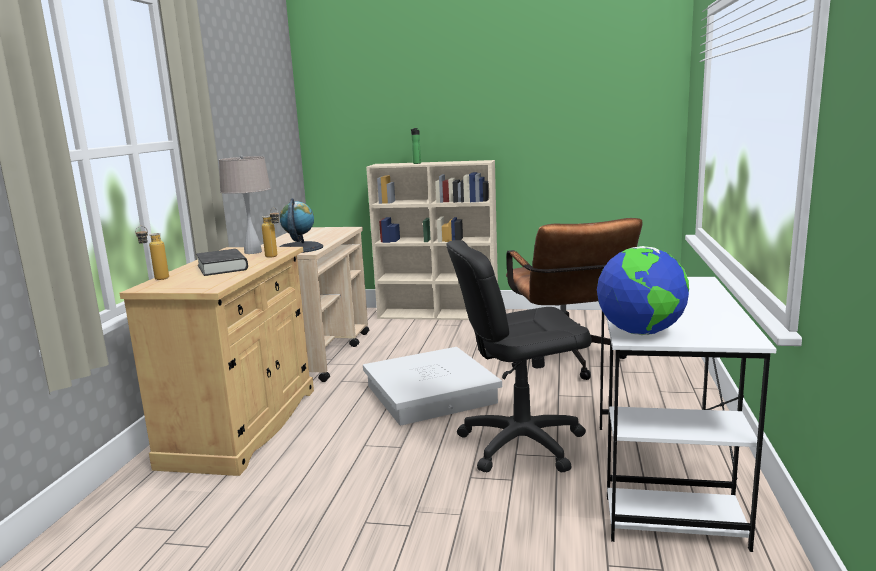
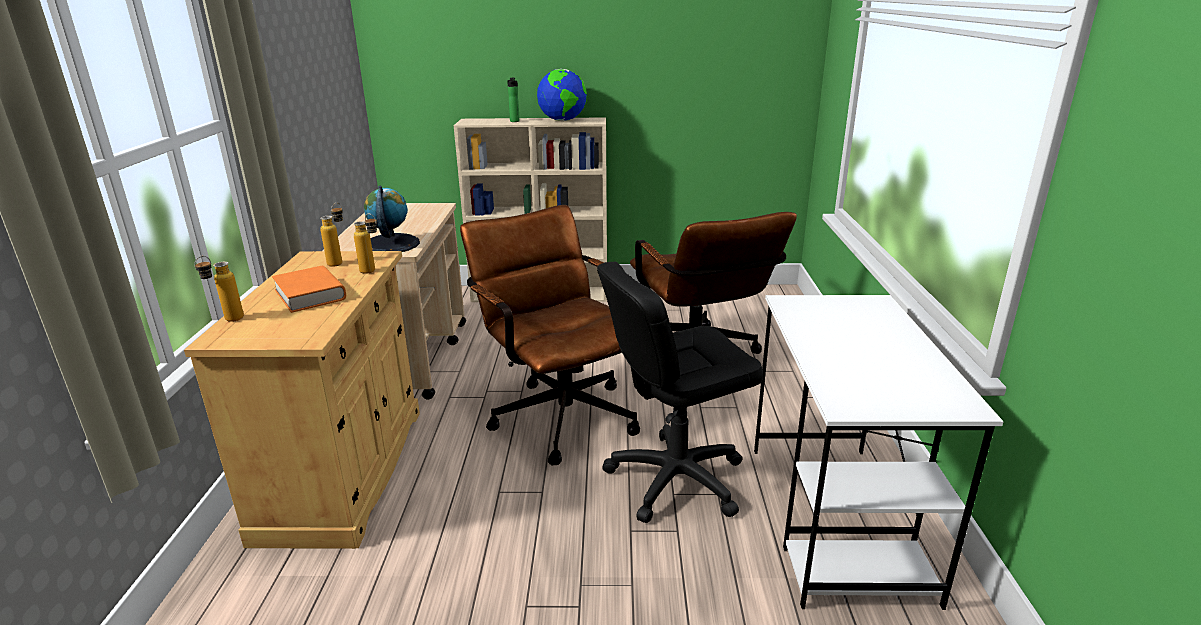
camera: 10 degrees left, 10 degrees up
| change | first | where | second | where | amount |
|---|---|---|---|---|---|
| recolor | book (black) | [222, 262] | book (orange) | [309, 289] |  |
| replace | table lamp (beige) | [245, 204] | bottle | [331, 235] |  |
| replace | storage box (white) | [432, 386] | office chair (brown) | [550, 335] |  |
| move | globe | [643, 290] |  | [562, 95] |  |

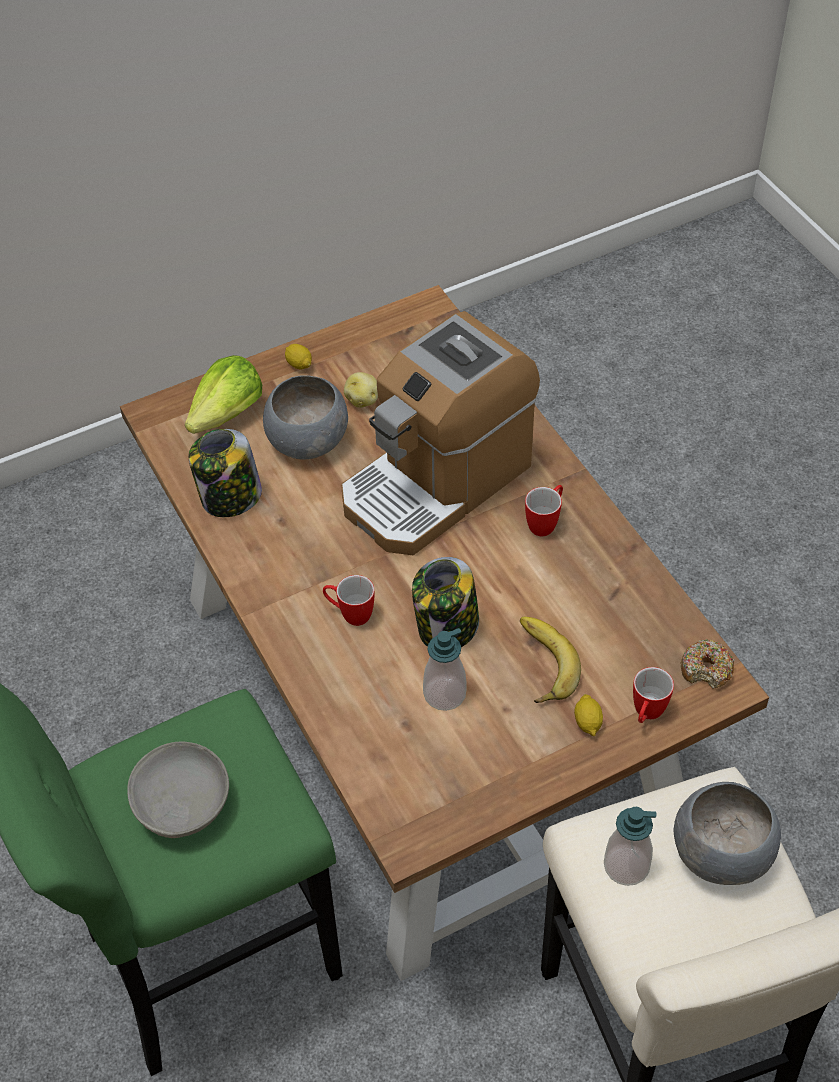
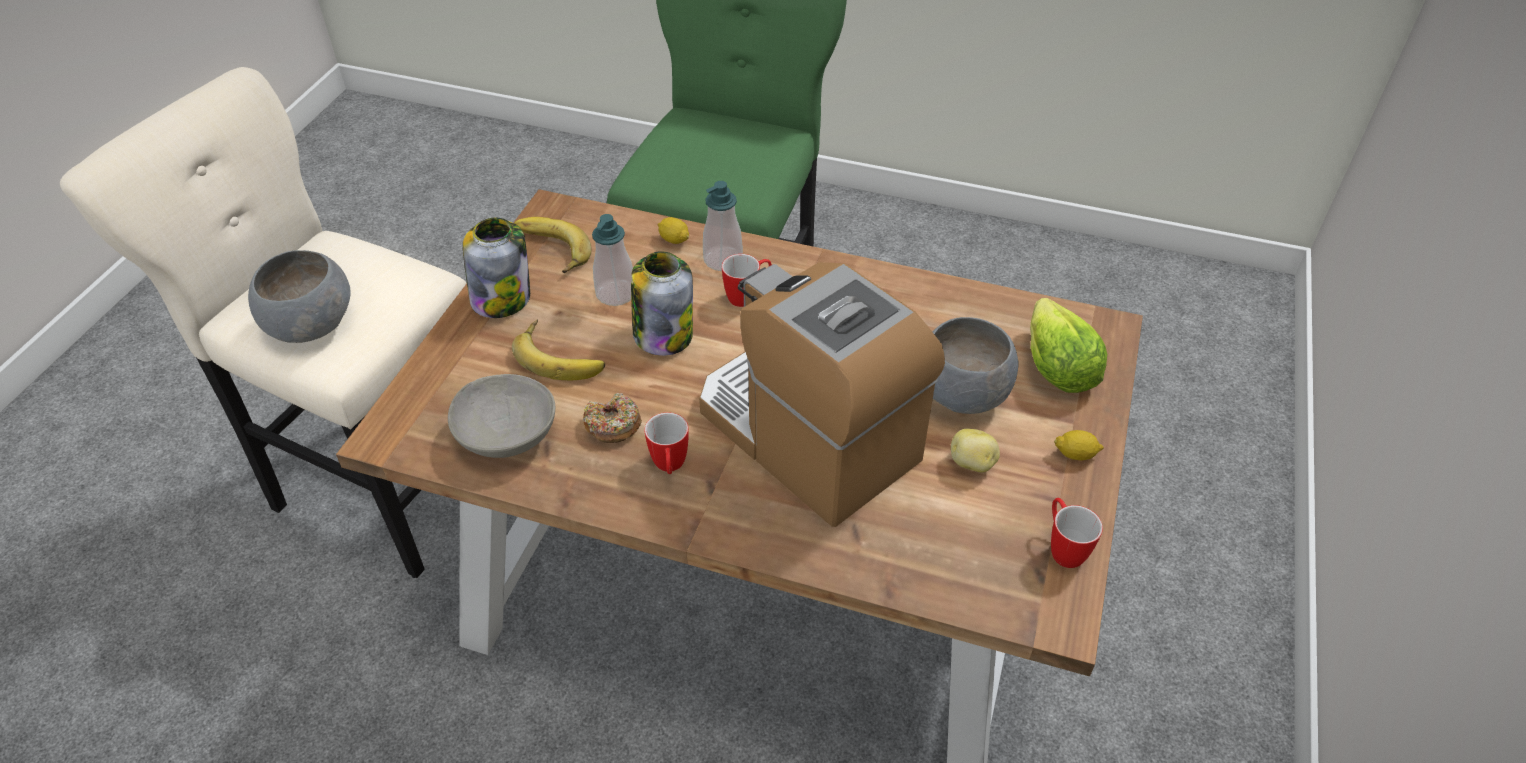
camera: 135 degrees right, 5 degrees down
| change | first | where | second | where | amount |
|---|---|---|---|---|---|
| move | bowl (grey) | [178, 790] |  | [501, 416] |  |
| move | jar | [225, 473] |  | [496, 268] |  |
| insert |  |  | banana | [553, 245] |  |
| move | donut | [707, 664] |  | [612, 418] |  |
| move | lemon | [588, 715] |  | [673, 230] |  |
| rotate | coffee machine | [440, 433] |  | [822, 394] | 45 degrees counterclockwise |
| move | soap dispenser | [630, 846] |  | [723, 226] |  |
| move | mug | [653, 695] |  | [1077, 533] |  |

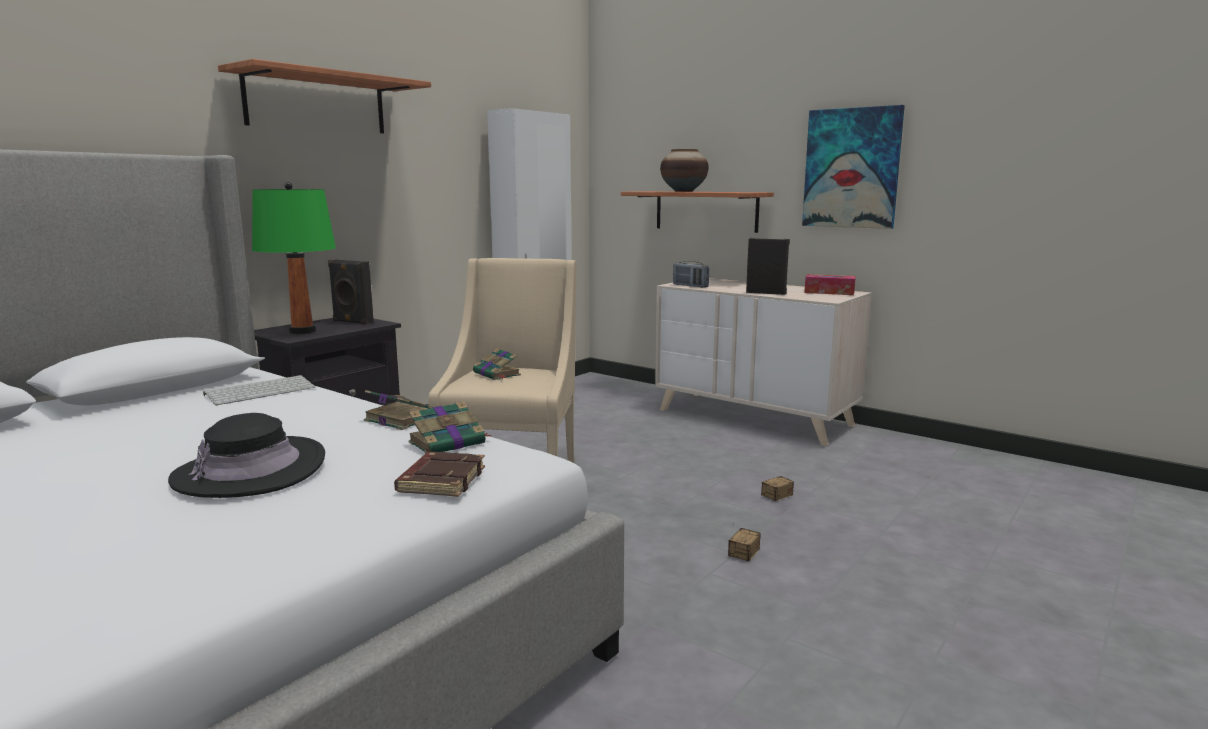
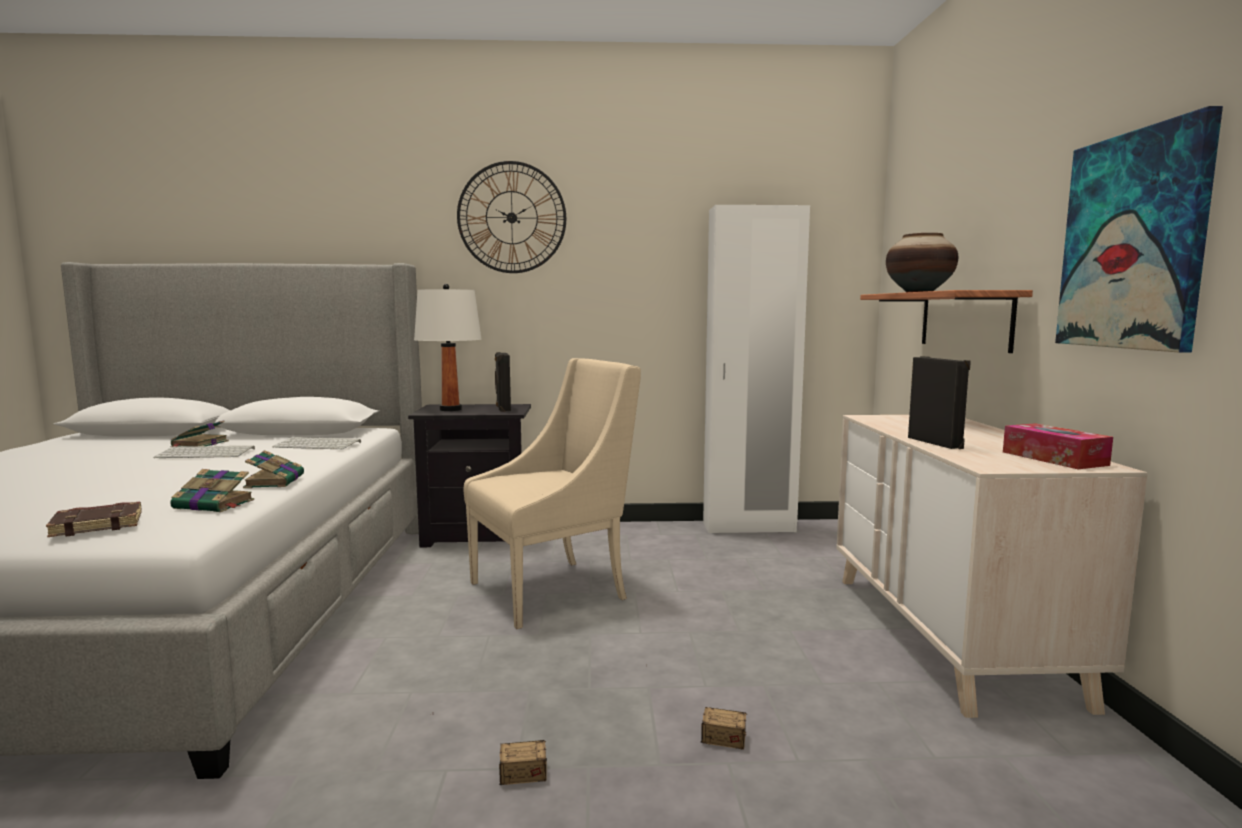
camera: 50 degrees right, 5 degrees down
| change | first | where | second | where | amount |
|---|---|---|---|---|---|
| insert |  |  | keyboard | [204, 452] |  |
| move | book | [497, 364] |  | [199, 434] |  |
| recolor | table lamp (green) | [294, 258] | table lamp (white) | [447, 347] |  |
| replace | shelf | [324, 96] | wall clock | [511, 217] |  |
| delete | hat (black) | [246, 455] |  |  |  |
| delete | radio | [691, 274] |  |  |  |

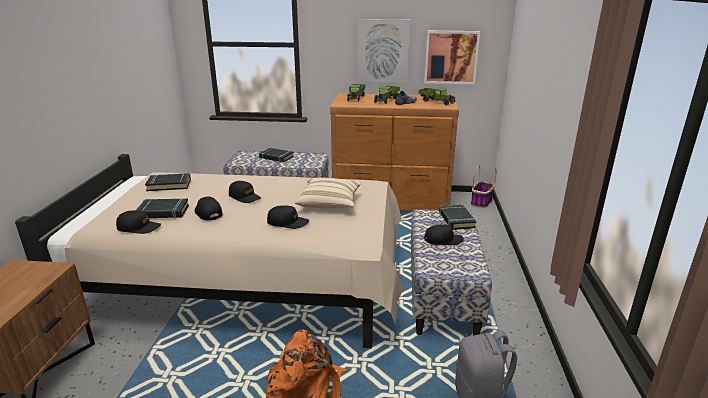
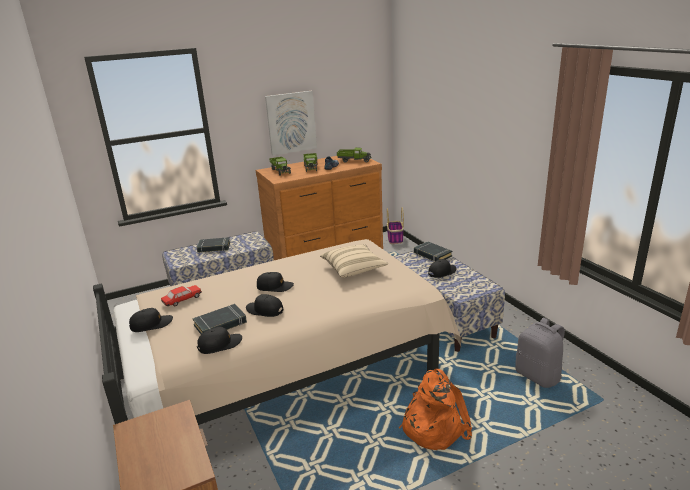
camera: 30 degrees left, 0 degrees up
| change | first | where | second | where | amount |
|---|---|---|---|---|---|
| move | cap (black) | [288, 217] |  | [151, 320] |  |
| replace | book (black) | [168, 182] | toy car | [181, 295] |  |
| delete | picture | [452, 57] |  |  |  |

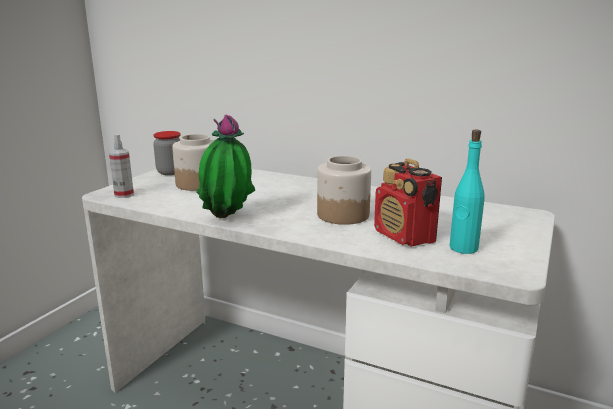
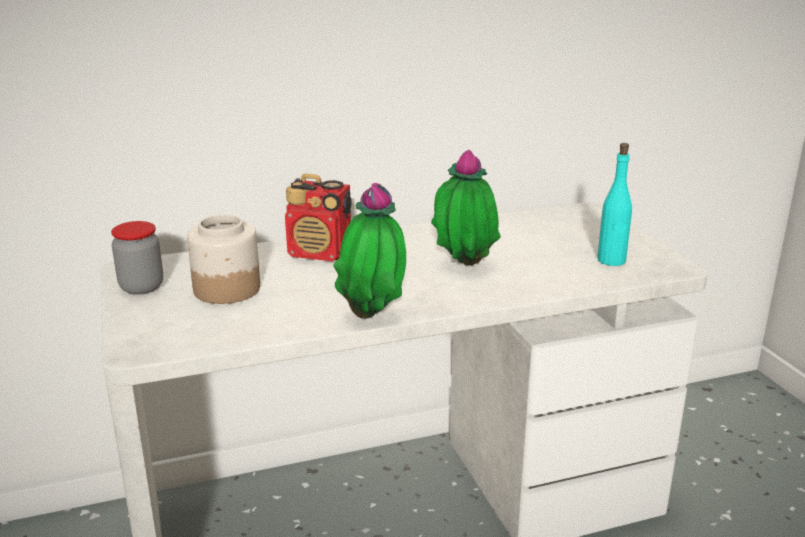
camera: 45 degrees left, 5 degrees up
| change | first | where | second | where | amount |
|---|---|---|---|---|---|
| move | radio | [408, 202] |  | [318, 217] |  |
| replace | jar | [344, 190] | potted plant | [466, 207] |  |
| delete | spray bottle | [121, 166] |  |  |  |

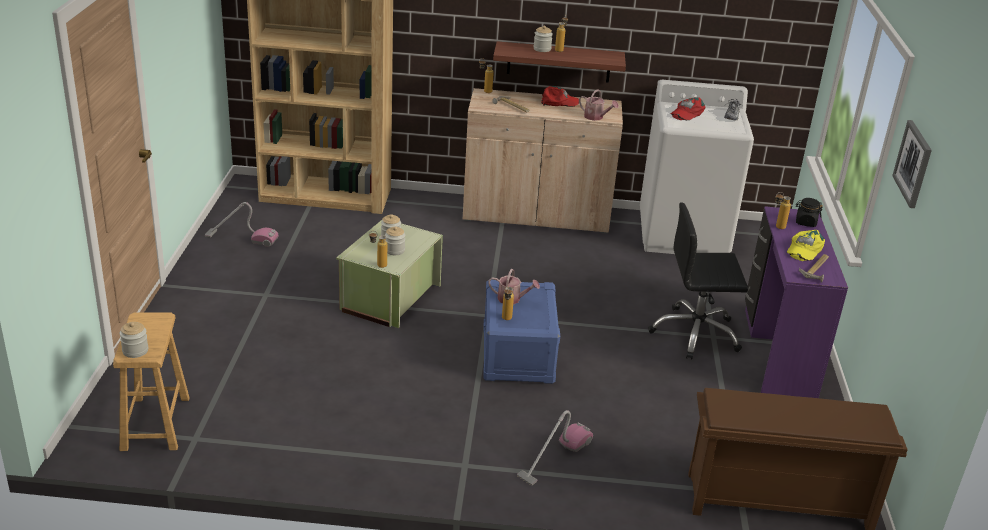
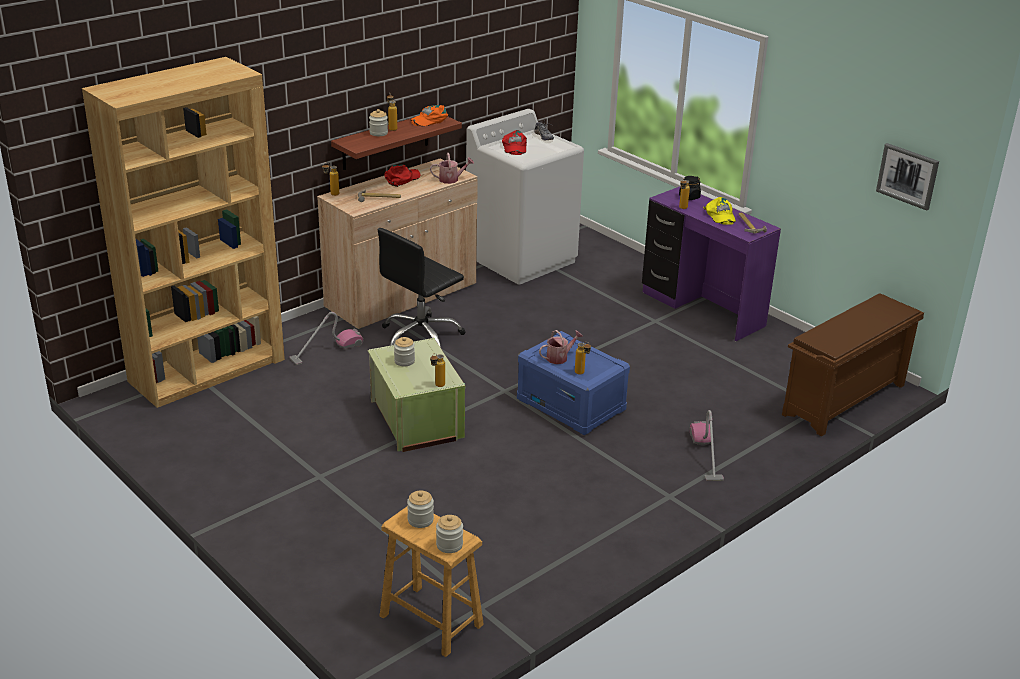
camera: 45 degrees left, 0 degrees up
| change | first | where | second | where | amount |
|---|---|---|---|---|---|
| move | vacuum cleaner | [242, 224] |  | [326, 338] |  |
| move | office chair (black) | [698, 281] |  | [421, 288] |  |
| move | jar | [395, 240] |  | [420, 509] |  |
| insert |  |  | cap (orange) | [429, 115] |  |
| move | picture | [912, 164] |  | [907, 177] |  |

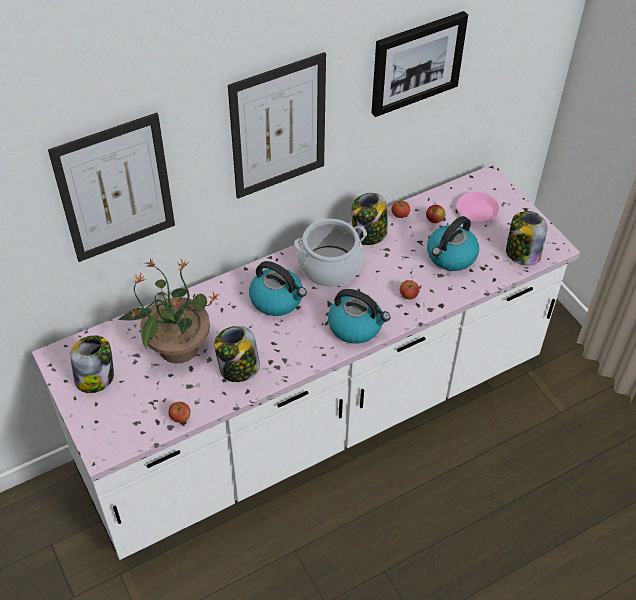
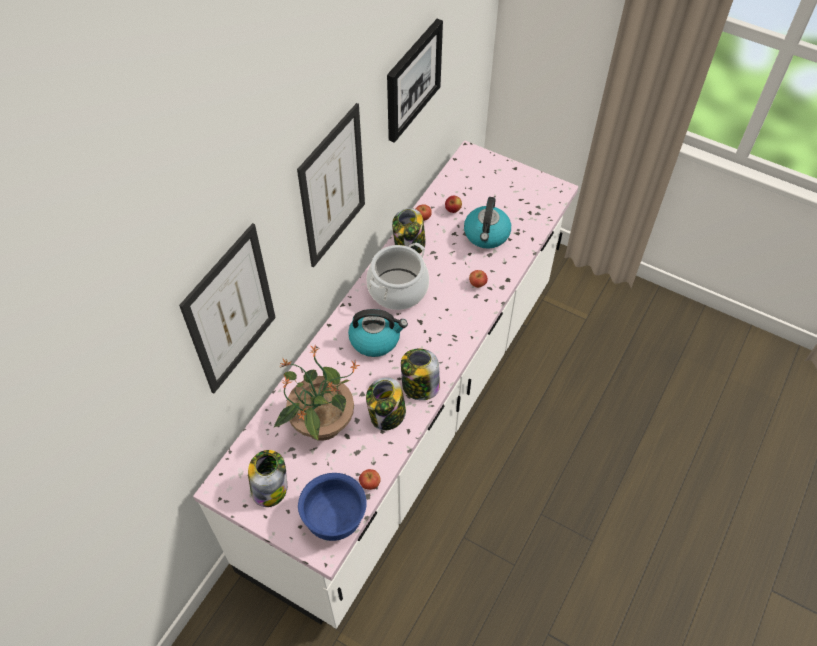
camera: 30 degrees left, 5 degrees up
| change | first | where | second | where | amount |
|---|---|---|---|---|---|
| insert |  |  | bowl (blue) | [332, 507] |  |
| move | jar | [526, 238] |  | [420, 374] |  |
| delete | kettle | [359, 316] |  |  |  |
| delete | plate (pink) | [477, 207] |  |  |  |

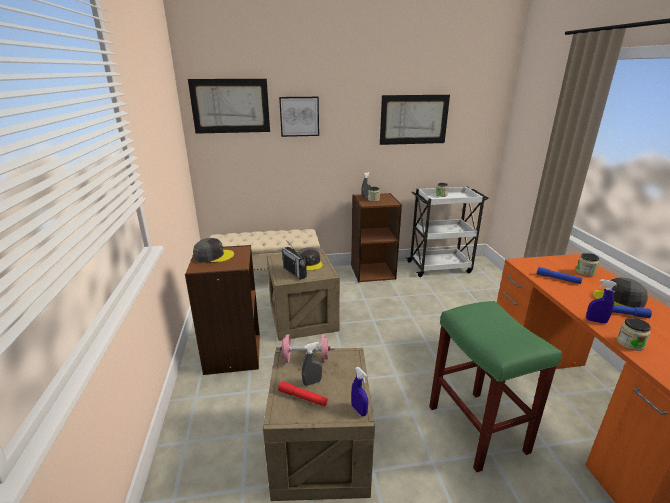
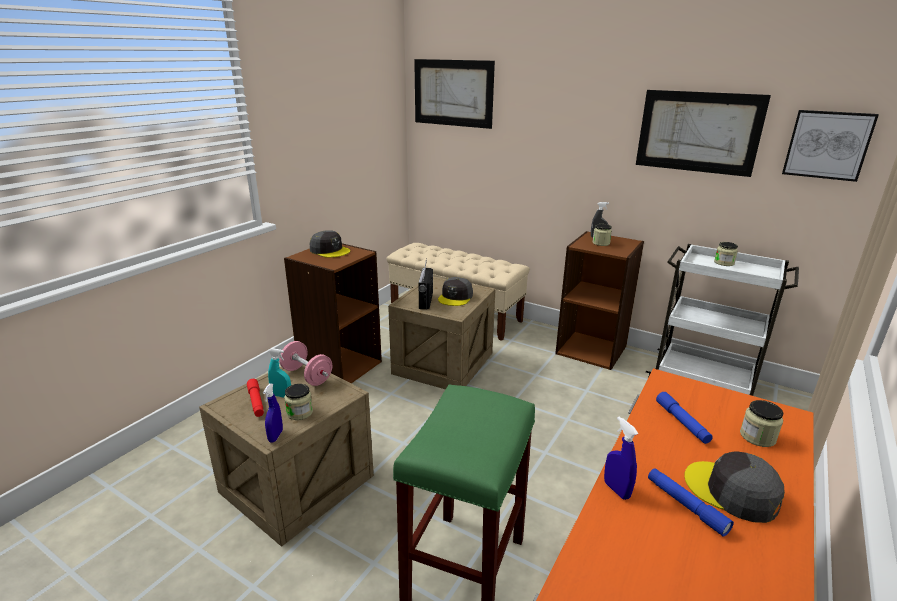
camera: 40 degrees right, 0 degrees up
| change | first | where | second | where | amount |
|---|---|---|---|---|---|
| recolor | spray bottle (grey) | [312, 364] | spray bottle (turquoise) | [279, 373] |  |
| move | jar | [634, 334] |  | [298, 402] |  |
| move | picture | [299, 117] |  | [830, 146] |  |

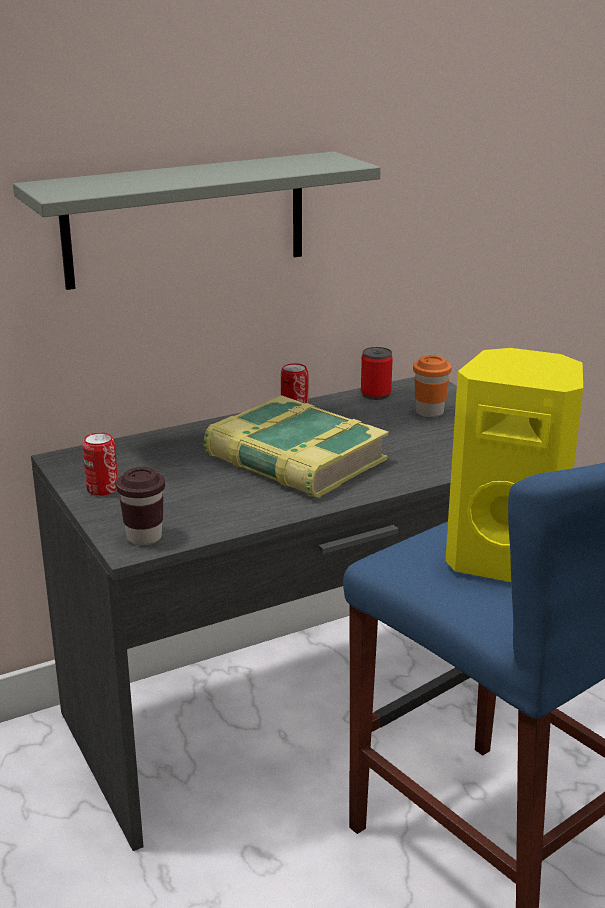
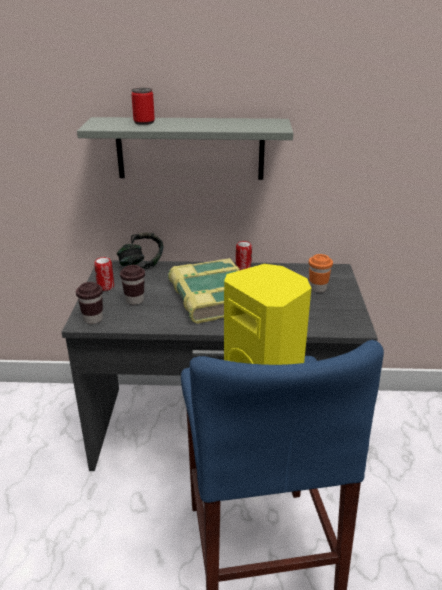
camera: 30 degrees right, 5 degrees up
| change | first | where | second | where | amount |
|---|---|---|---|---|---|
| insert |  |  | headphones | [140, 251] |  |
| insert |  |  | cup (brown) | [132, 285] |  |
| move | can | [377, 373] |  | [143, 106] |  |

